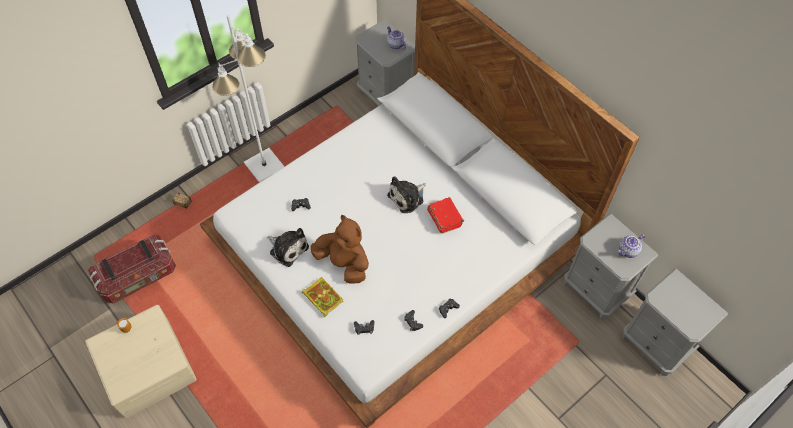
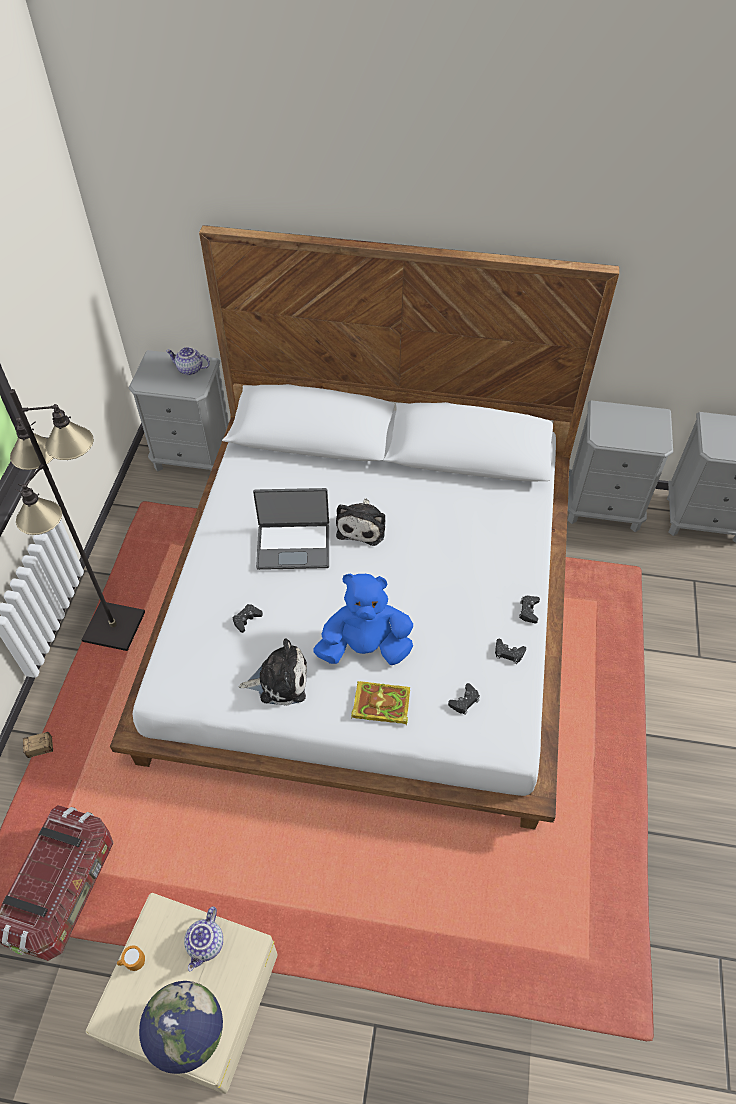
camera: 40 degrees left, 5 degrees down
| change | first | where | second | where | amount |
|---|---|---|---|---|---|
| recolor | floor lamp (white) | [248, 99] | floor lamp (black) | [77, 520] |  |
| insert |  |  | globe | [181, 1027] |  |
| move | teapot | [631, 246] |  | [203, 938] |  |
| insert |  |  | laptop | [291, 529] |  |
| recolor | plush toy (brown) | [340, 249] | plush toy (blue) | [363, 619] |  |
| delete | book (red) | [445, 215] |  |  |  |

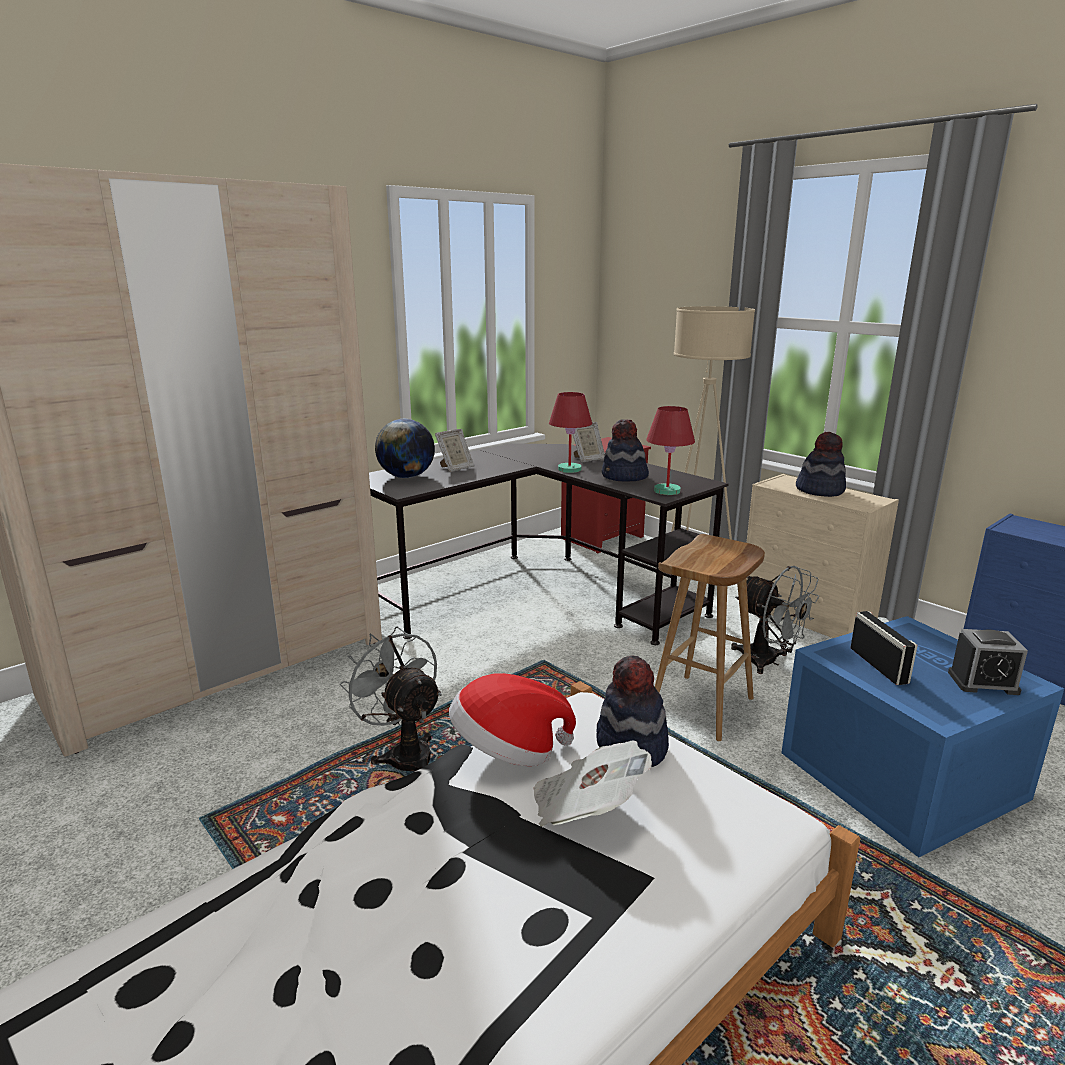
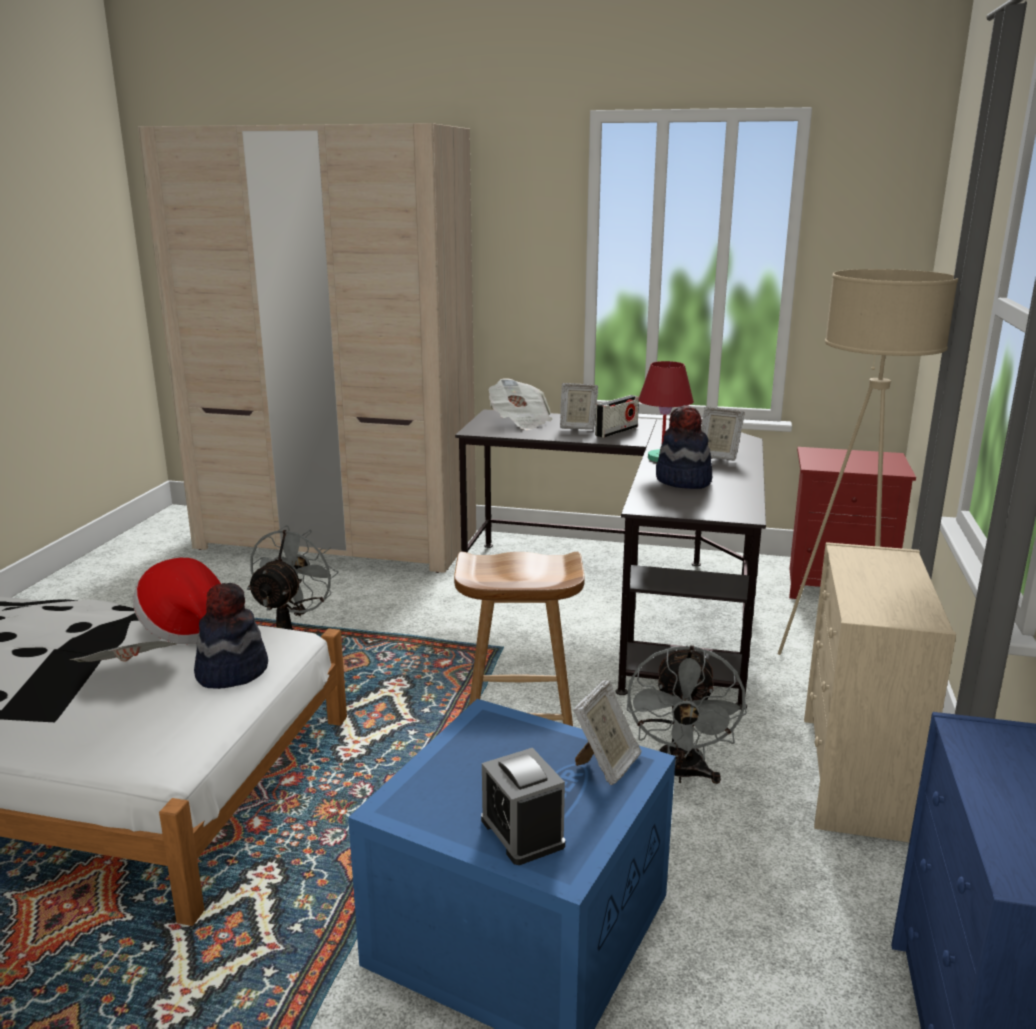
camera: 55 degrees right, 0 degrees up
| change | first | where | second | where | amount |
|---|---|---|---|---|---|
| replace | globe | [405, 448] | newspaper | [520, 404] |  |
| insert |  |  | picture frame | [607, 732] |  |
| move | radio | [884, 648] |  | [617, 416] |  |
| delete | table lamp (red) | [670, 450] |  |  |  |
| delete | hat | [821, 464] |  |  |  |

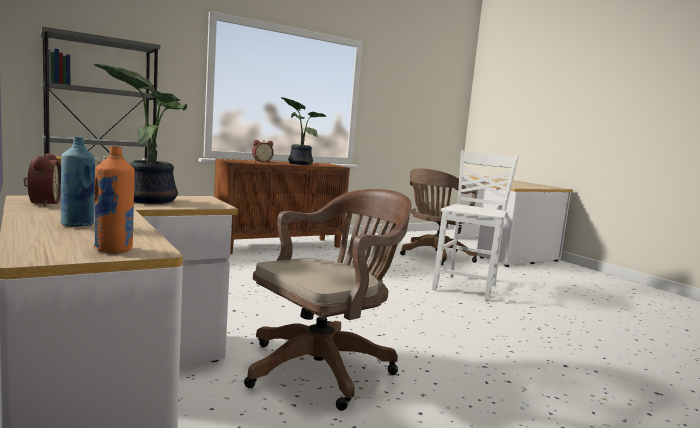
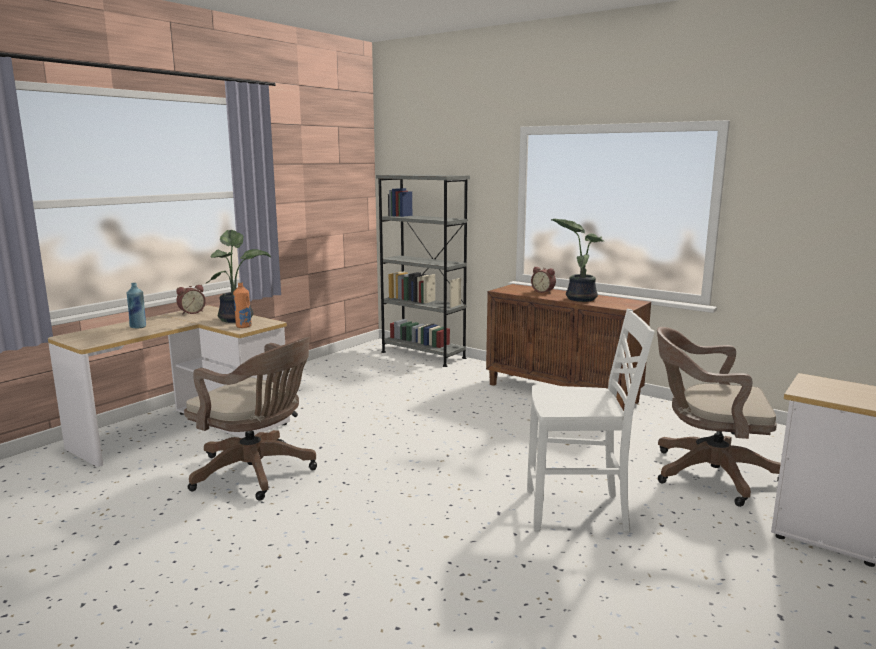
camera: 70 degrees right, 5 degrees up
| change | first | where | second | where | amount |
|---|---|---|---|---|---|
| move | bottle (orange) | [114, 199] |  | [242, 305] |  |

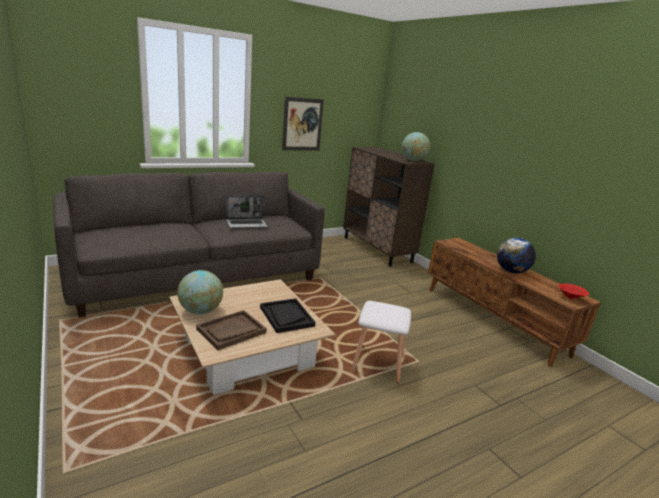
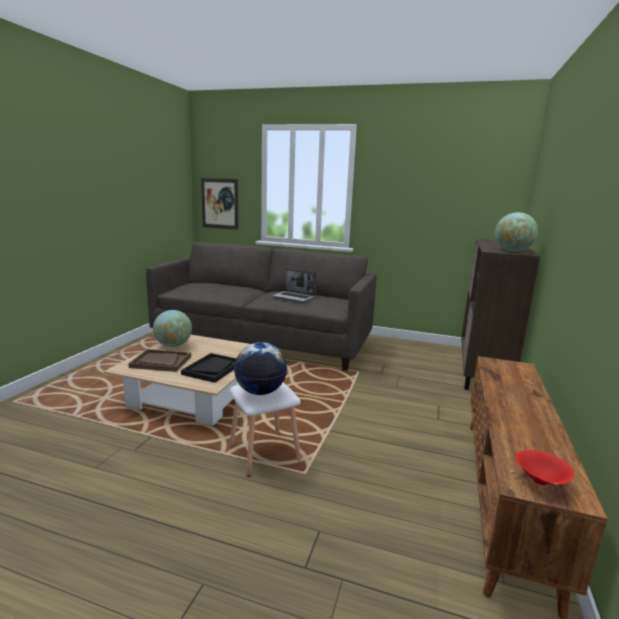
camera: 50 degrees right, 5 degrees down
| change | first | where | second | where | amount |
|---|---|---|---|---|---|
| move | picture | [303, 124] |  | [219, 204] |  |
| move | globe | [516, 255] |  | [260, 368] |  |

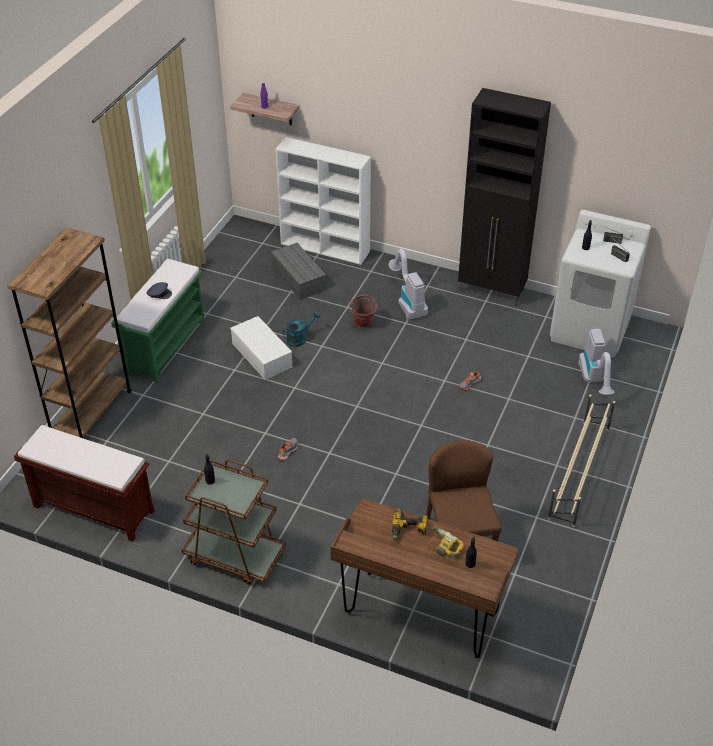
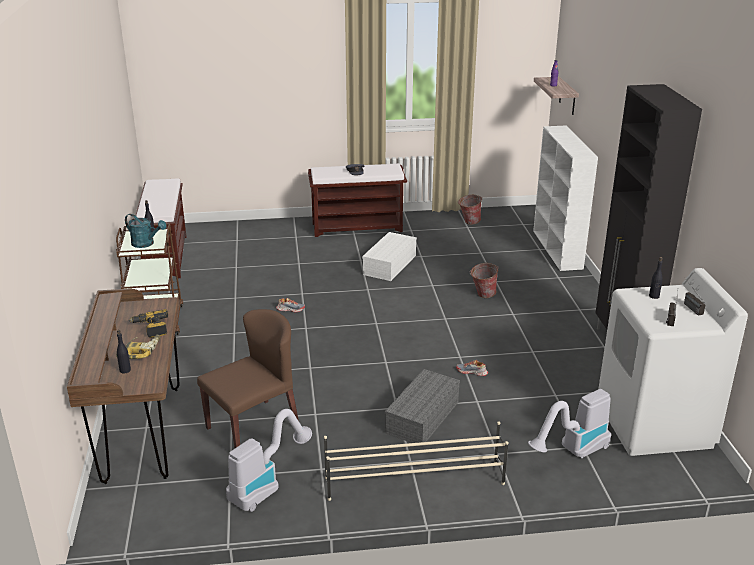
camera: 60 degrees right, 15 degrees down
| change | first | where | second | where | amount |
|---|---|---|---|---|---|
| move | watering can (turquoise) | [301, 329] |  | [146, 231] |  |
| move | vacuum cleaner | [408, 284] |  | [269, 460] |  |
| recolor | bench (green) | [158, 320] | bench (brown) | [357, 200] |  |
| move | storage box (grey) | [298, 271] |  | [422, 408] |  |
| insert |  |  | bucket | [470, 210] |  |
| delete | bookcase (brown) | [69, 333] |  |  |  |

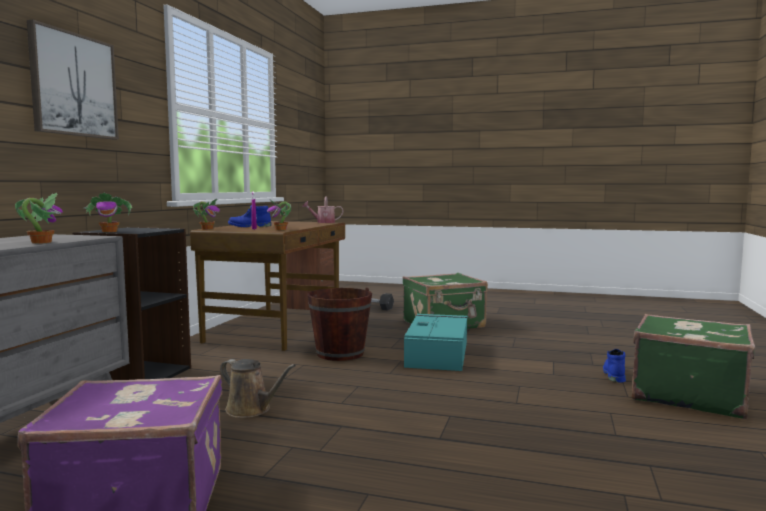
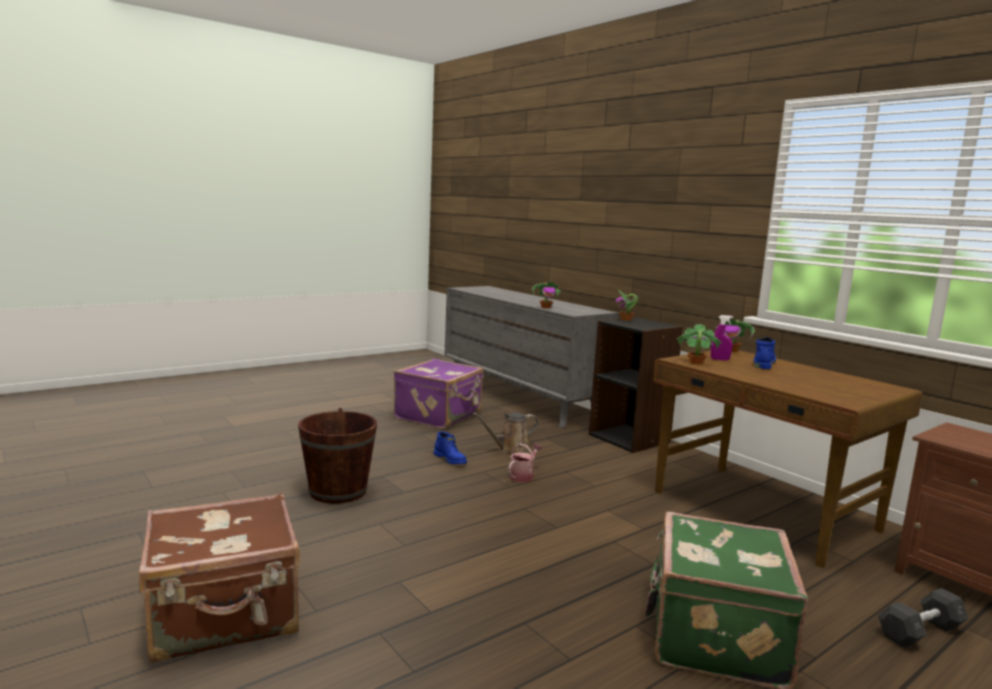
camera: 125 degrees right, 5 degrees up
| change | first | where | second | where | amount |
|---|---|---|---|---|---|
| recolor | suitcase (green) | [693, 366] | suitcase (brown) | [219, 578] |  |
| move | bucket (brown) | [339, 324] |  | [337, 456] |  |
| move | boot (blue) | [614, 366] |  | [450, 447] |  |
| move | watering can | [322, 209] |  | [525, 462] |  |
| delete | picture | [73, 79] |  |  |  |
| delete | storage box (turquoise) | [436, 342] |  |  |  |

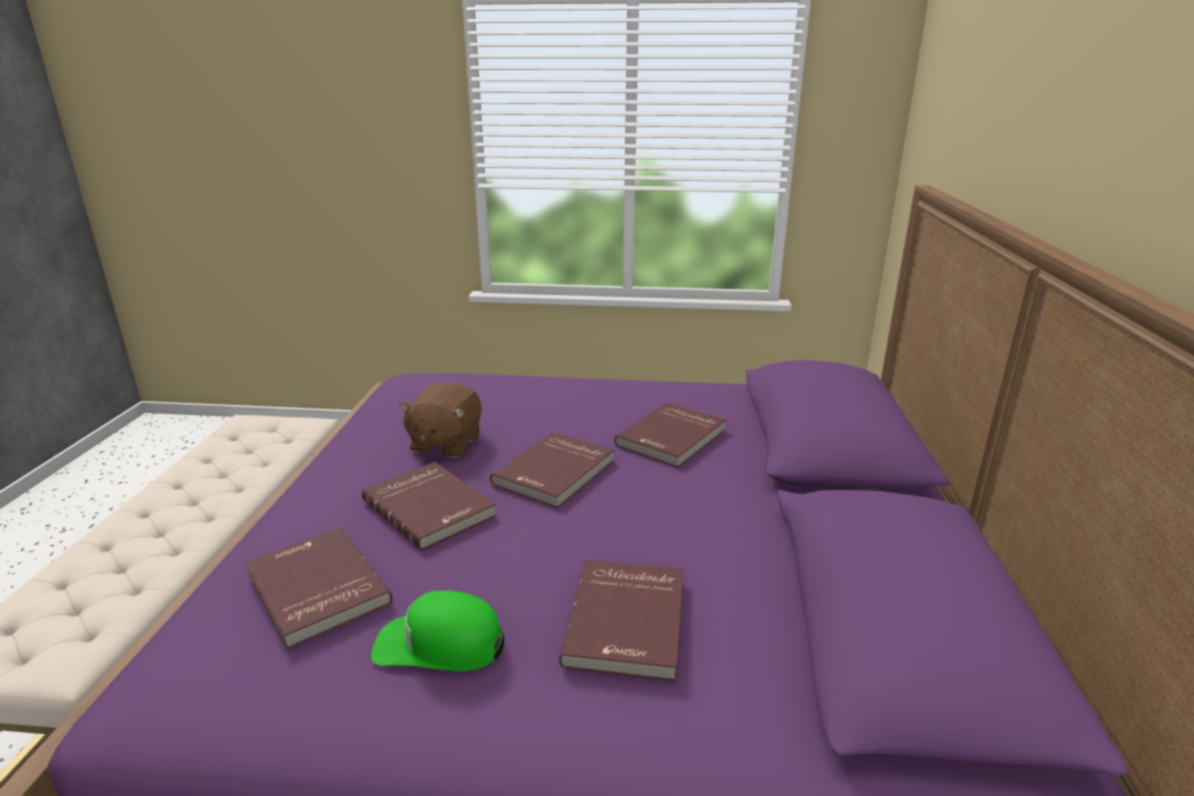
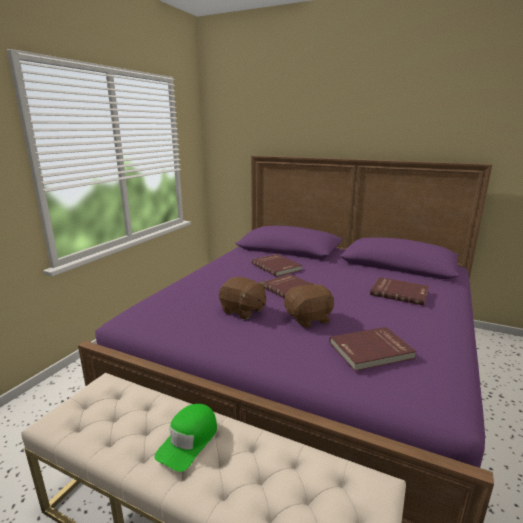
camera: 70 degrees left, 5 degrees down
| change | first | where | second | where | amount |
|---|---|---|---|---|---|
| move | cap (green) | [437, 630] |  | [185, 438] |  |
| replace | book (red) | [429, 506] | plush toy (brown) | [309, 305] |  |

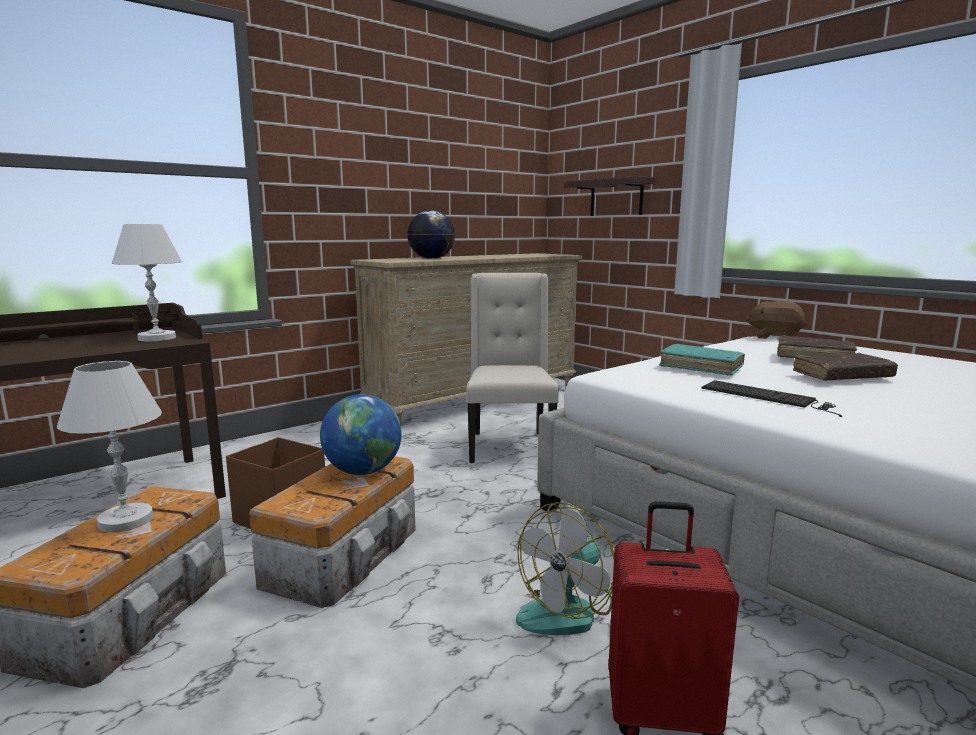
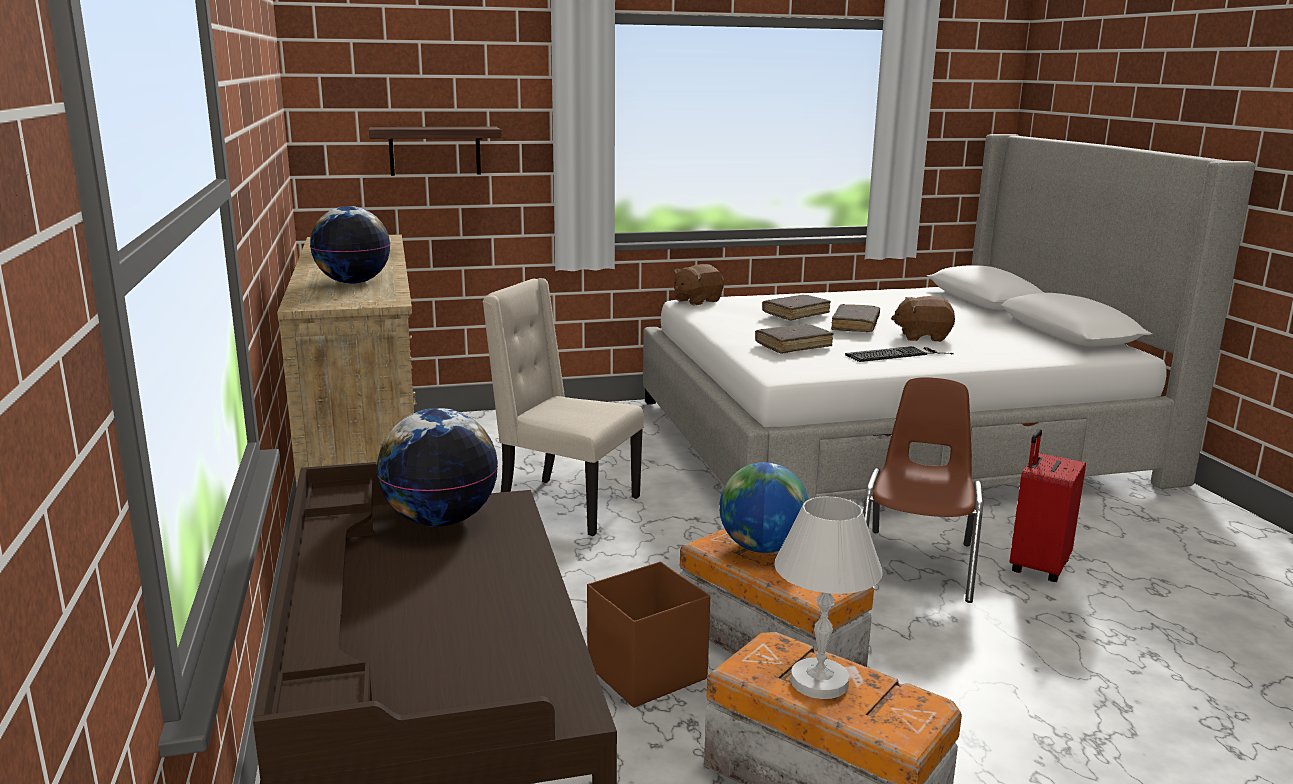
camera: 65 degrees left, 5 degrees up
| change | first | where | second | where | amount |
|---|---|---|---|---|---|
| replace | table lamp (white) | [147, 282] | globe | [437, 467] |  |
| recolor | book (turquoise) | [702, 360] | book (brown) | [794, 339] |  |
| replace | fan | [565, 568] | chair (brown) | [923, 490] |  |
| insert |  |  | plush toy (brown) | [923, 319] |  |

